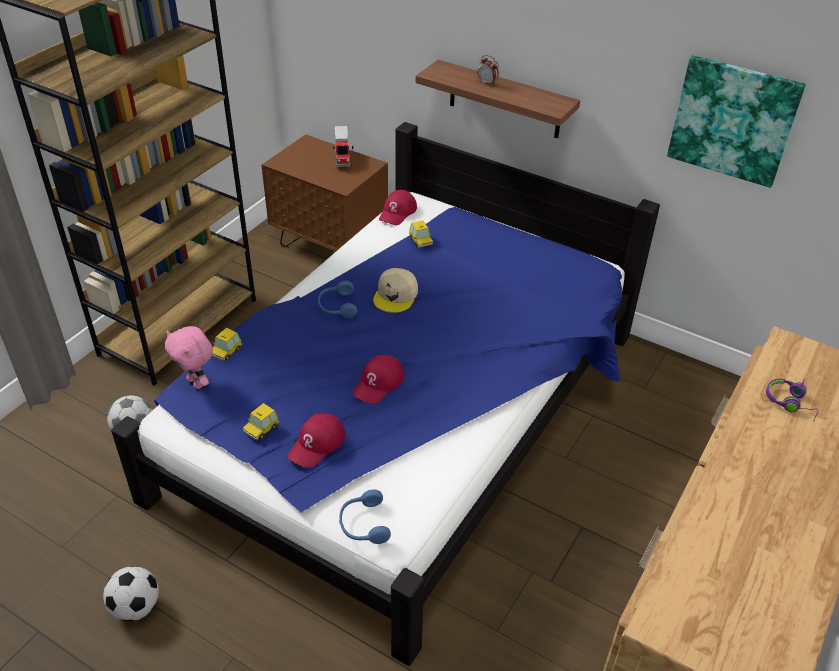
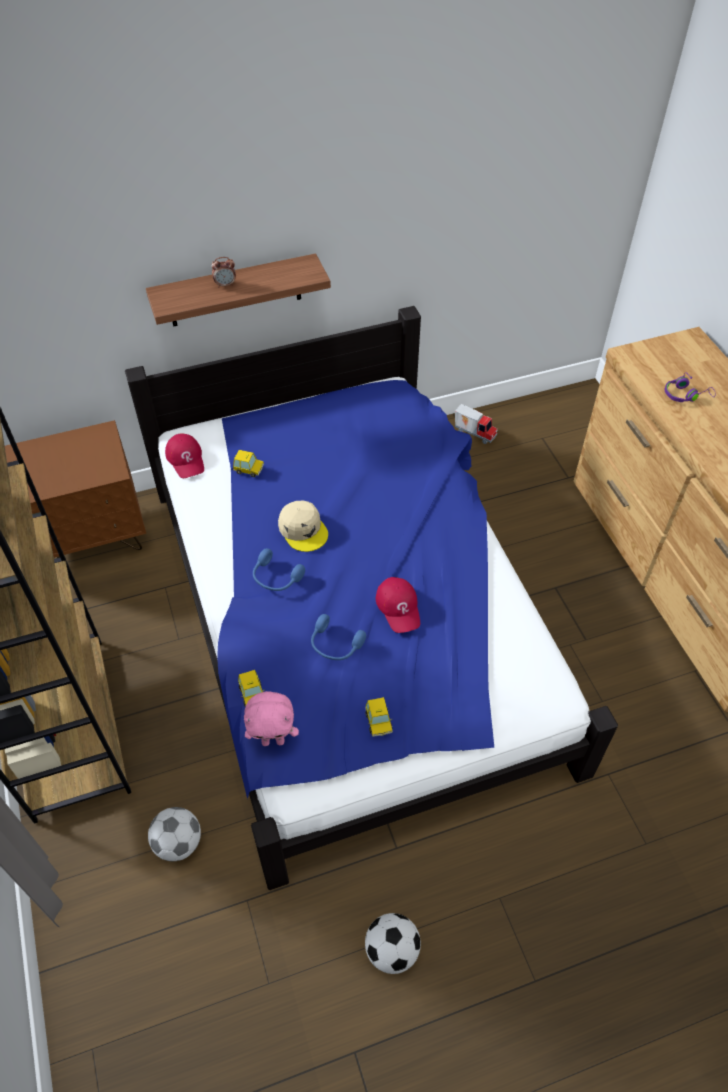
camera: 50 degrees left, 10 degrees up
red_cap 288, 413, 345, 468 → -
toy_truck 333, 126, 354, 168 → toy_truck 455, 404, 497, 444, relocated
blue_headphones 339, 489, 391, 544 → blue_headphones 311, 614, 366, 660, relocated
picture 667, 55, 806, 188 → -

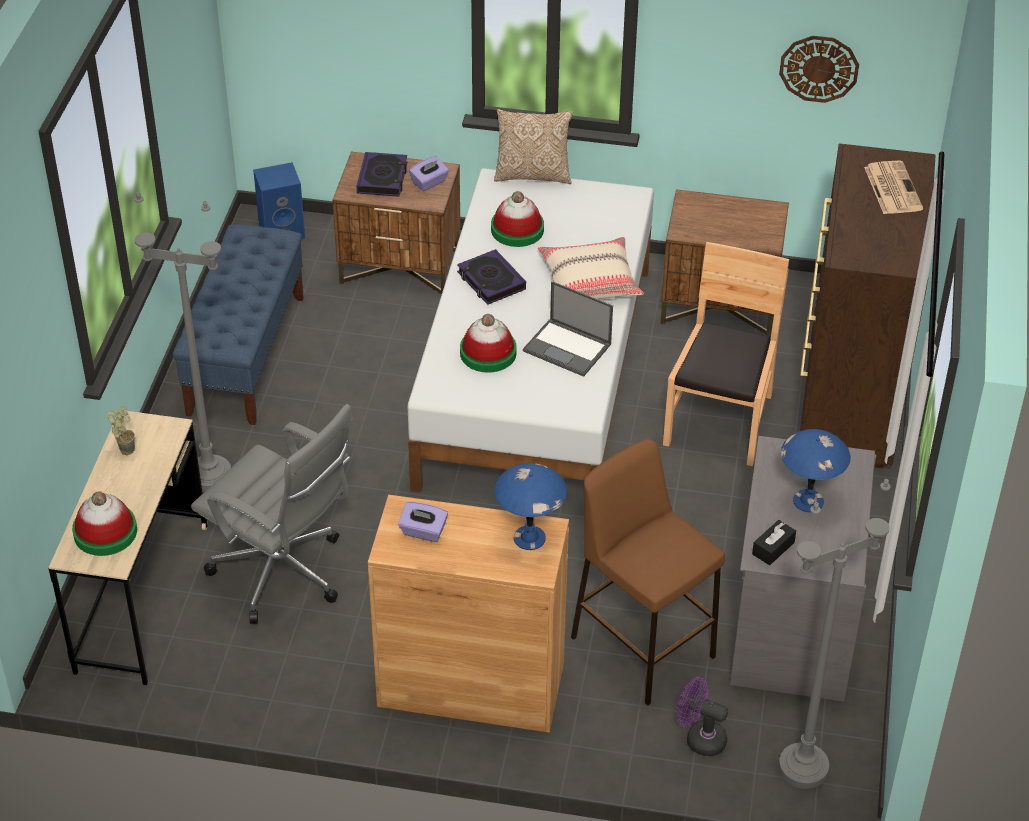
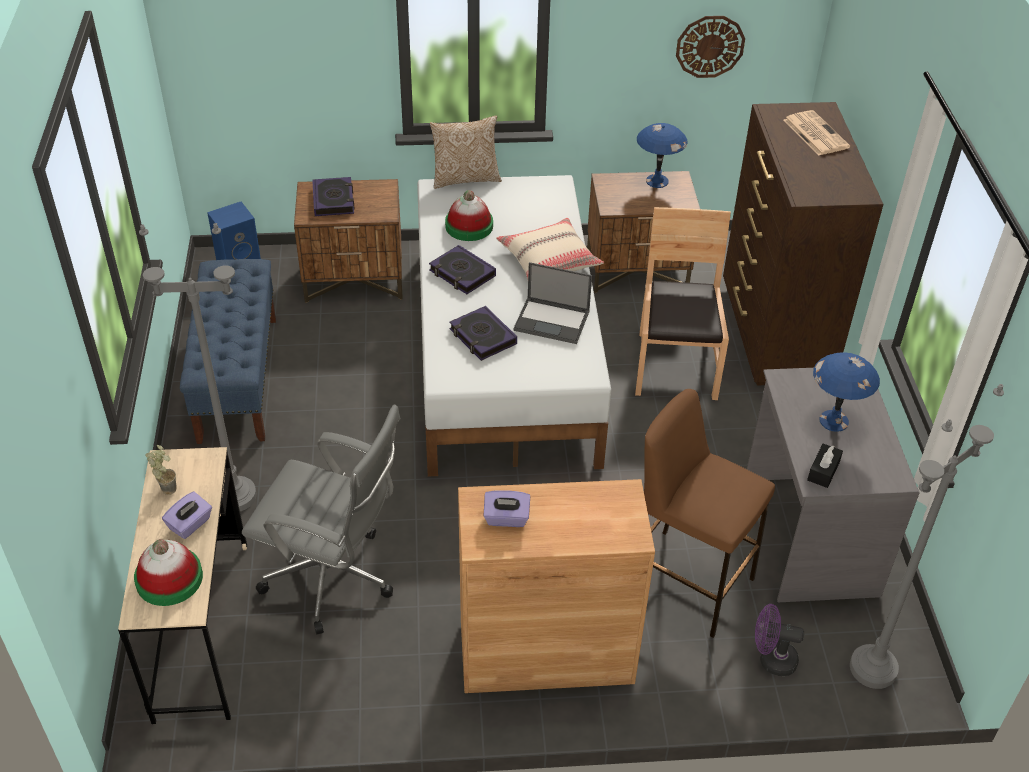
camera: 15 degrees left, 0 degrees up
purple_tissue_box 409, 156, 449, 191 → purple_tissue_box 162, 491, 212, 539, relocated
hat 460, 314, 517, 373 → book 449, 306, 517, 361
blue_table_lamp 494, 463, 567, 550 → blue_table_lamp 637, 123, 688, 188, relocated

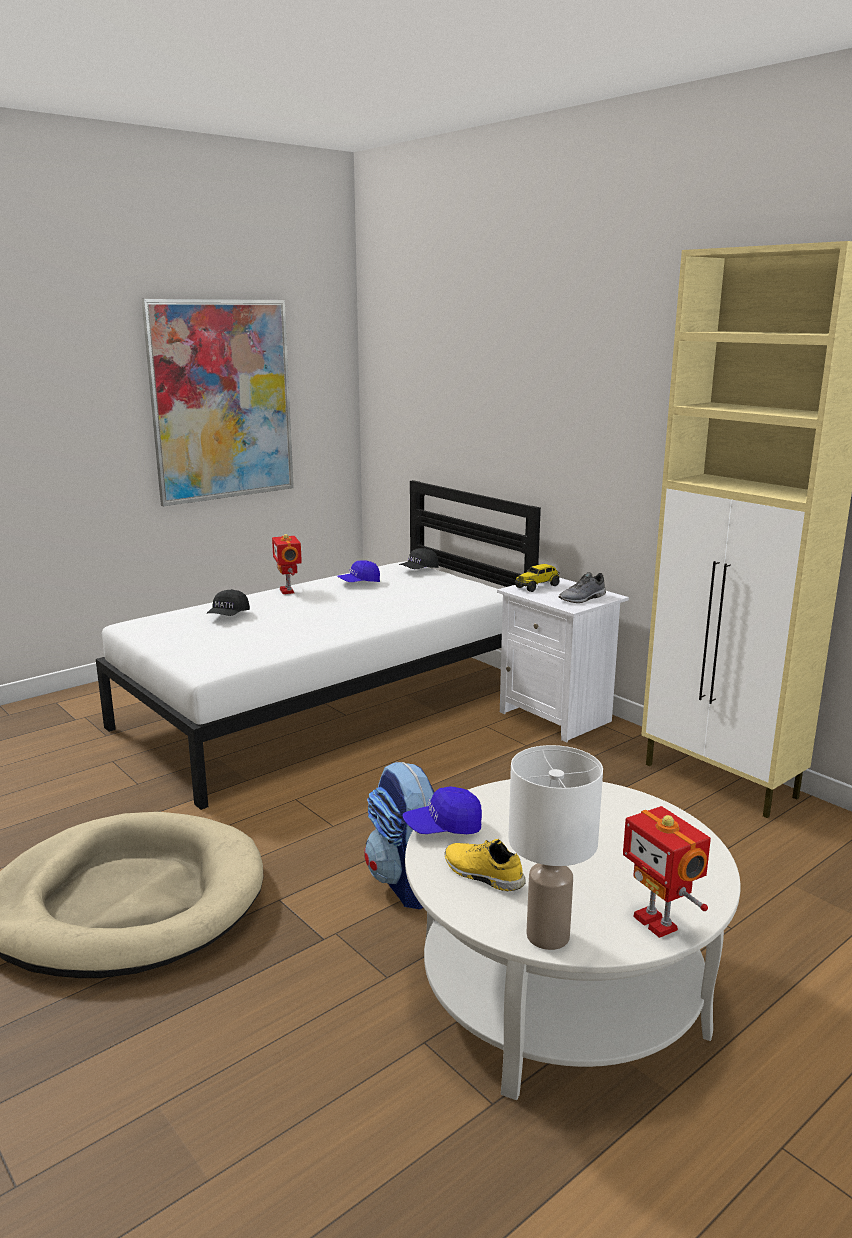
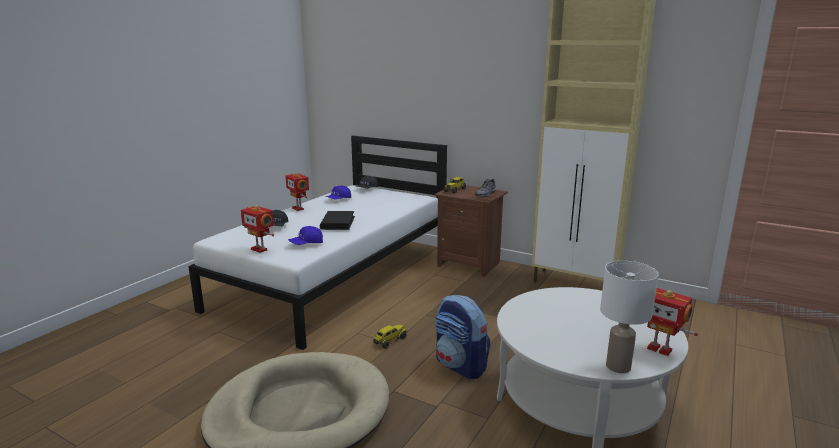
camera: 20 degrees left, 0 degrees up
picture 142, 299, 294, 507 → -
blue_cap 402, 787, 482, 834 → blue_cap 288, 226, 323, 245, relocated
yellow_shoe 444, 839, 526, 891 → -
white_nightstand 497, 577, 629, 743 → brown_nightstand 435, 185, 508, 277
- → toy_robot 241, 205, 274, 253
- → black_book 320, 211, 355, 230
- → toy_truck 373, 324, 407, 349

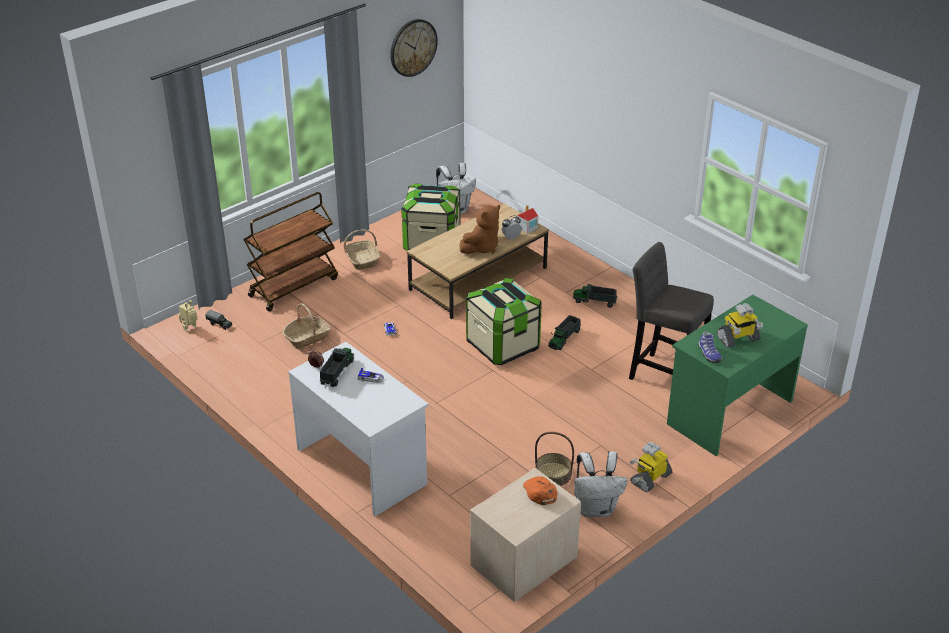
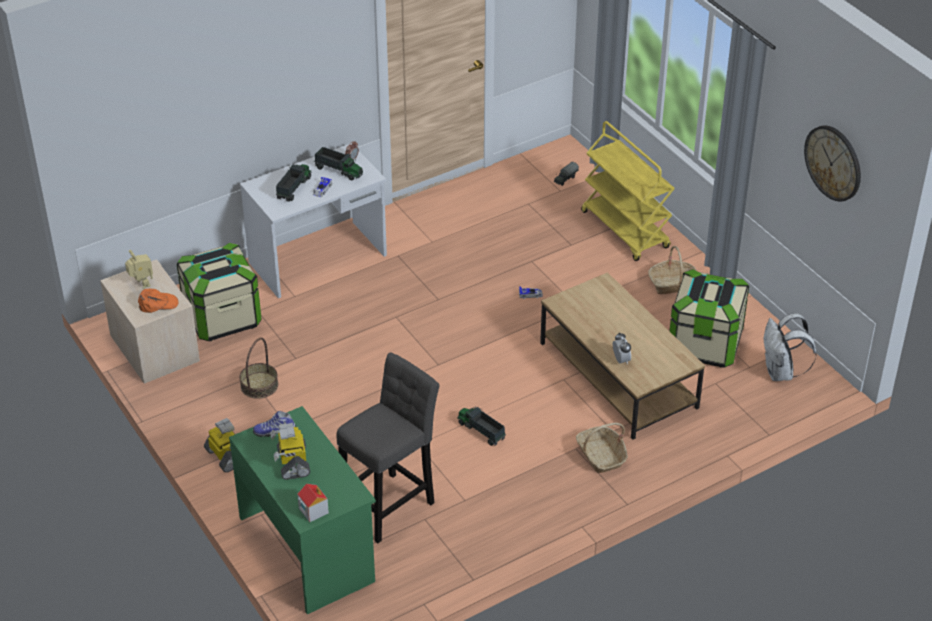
camera: 100 degrees right, 5 degrees up
toy_robot 179, 300, 197, 332 → toy_robot 125, 250, 153, 289, relocated
brown_cart 243, 192, 338, 311 → yellow_cart 581, 121, 675, 261
basket 283, 303, 331, 349 → basket 576, 423, 628, 473, relocated
brown_plush_toy 459, 205, 500, 254 → -
storage_box 466, 278, 542, 365 → storage_box 177, 243, 262, 341, relocated
toy_house 517, 205, 538, 234 → toy_house 297, 484, 329, 522, relocated
toy_truck 573, 284, 617, 308 → toy_truck 276, 164, 312, 202, relocated
white_backpack 574, 451, 627, 517 → -

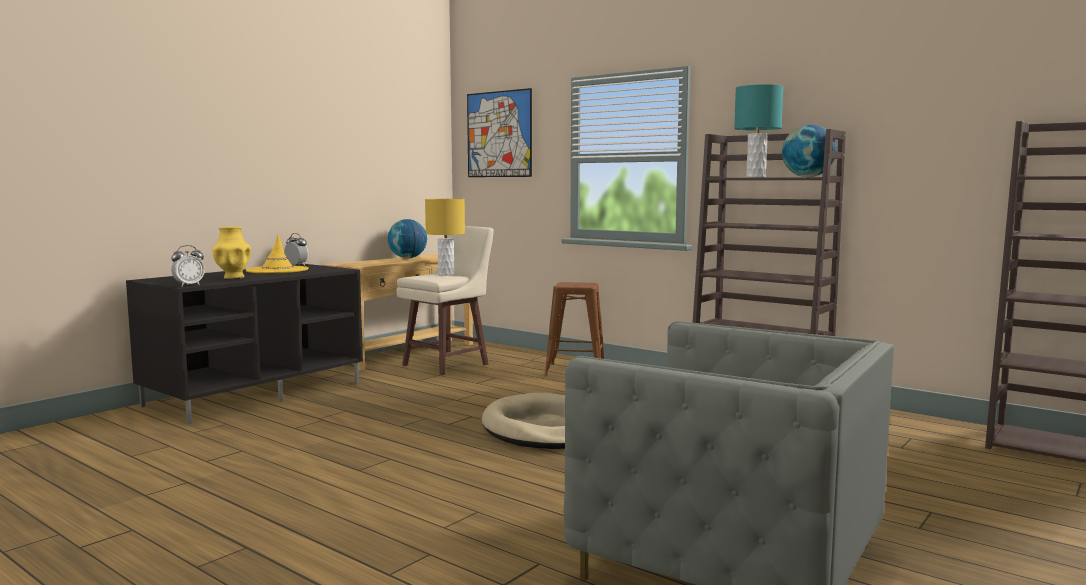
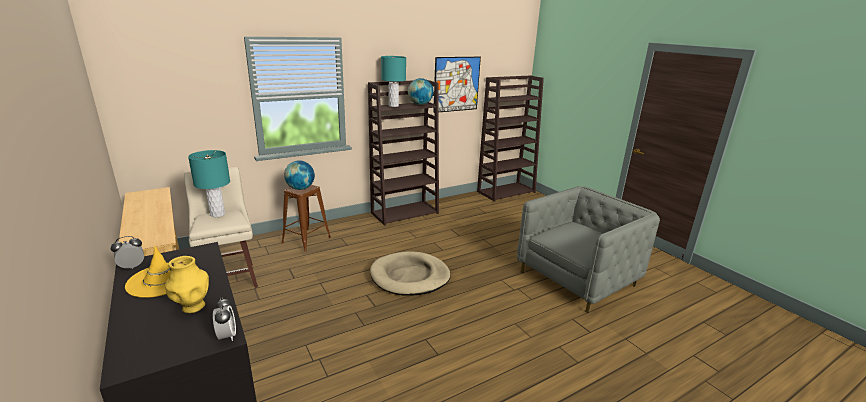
camera: 70 degrees left, 15 degrees up
globe 388, 219, 427, 258 → globe 284, 160, 315, 190, relocated
yellow_table_lamp 425, 199, 465, 276 → turquoise_table_lamp 188, 150, 230, 217
picture 467, 88, 532, 177 → picture 433, 57, 481, 113, relocated

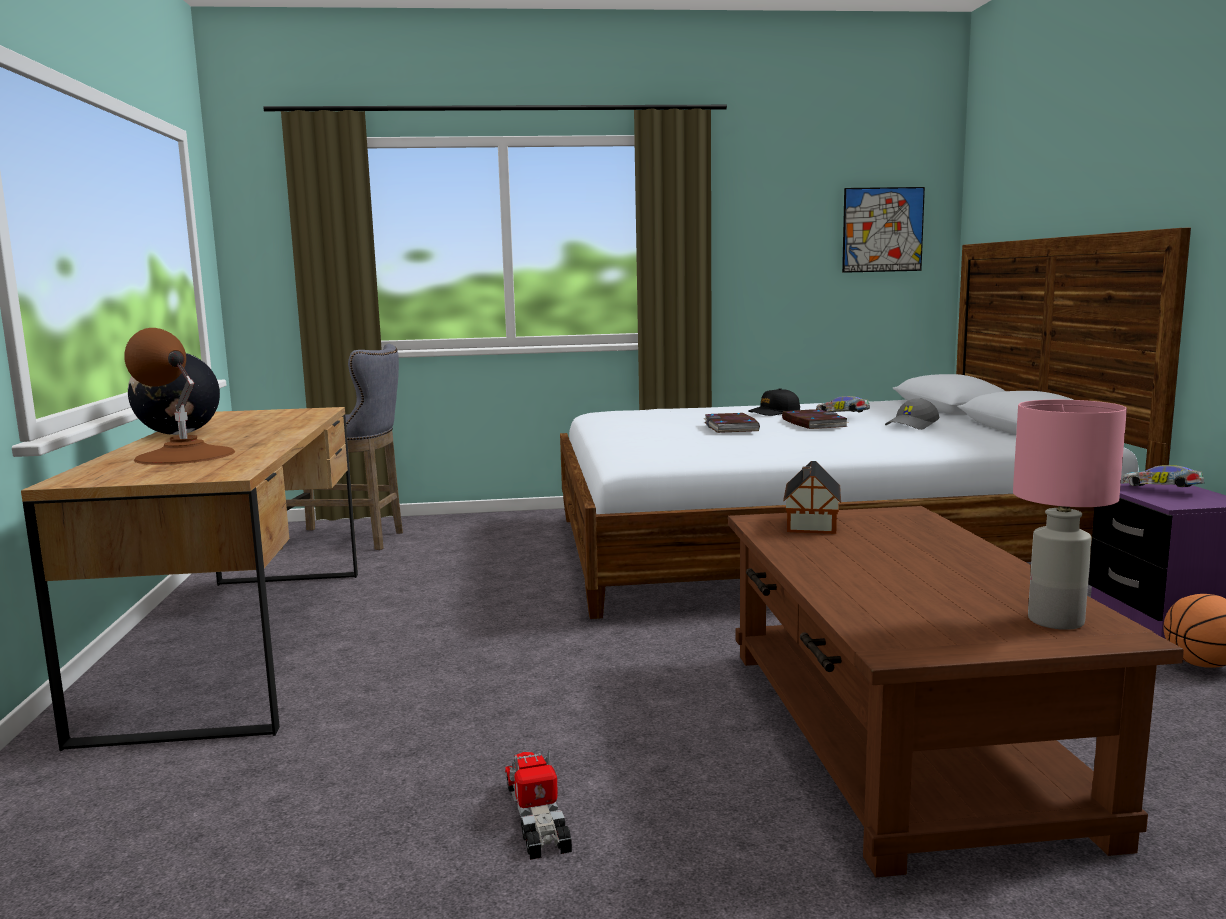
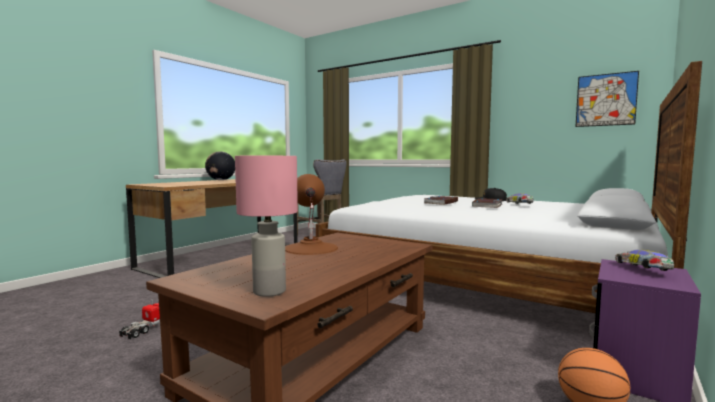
camera: 40 degrees right, 5 degrees down
brown_table_lamp 124, 328, 235, 465 → brown_table_lamp 285, 174, 338, 255, relocated
toy_house 783, 461, 841, 534 → -
grey_cap 885, 398, 939, 430 → -

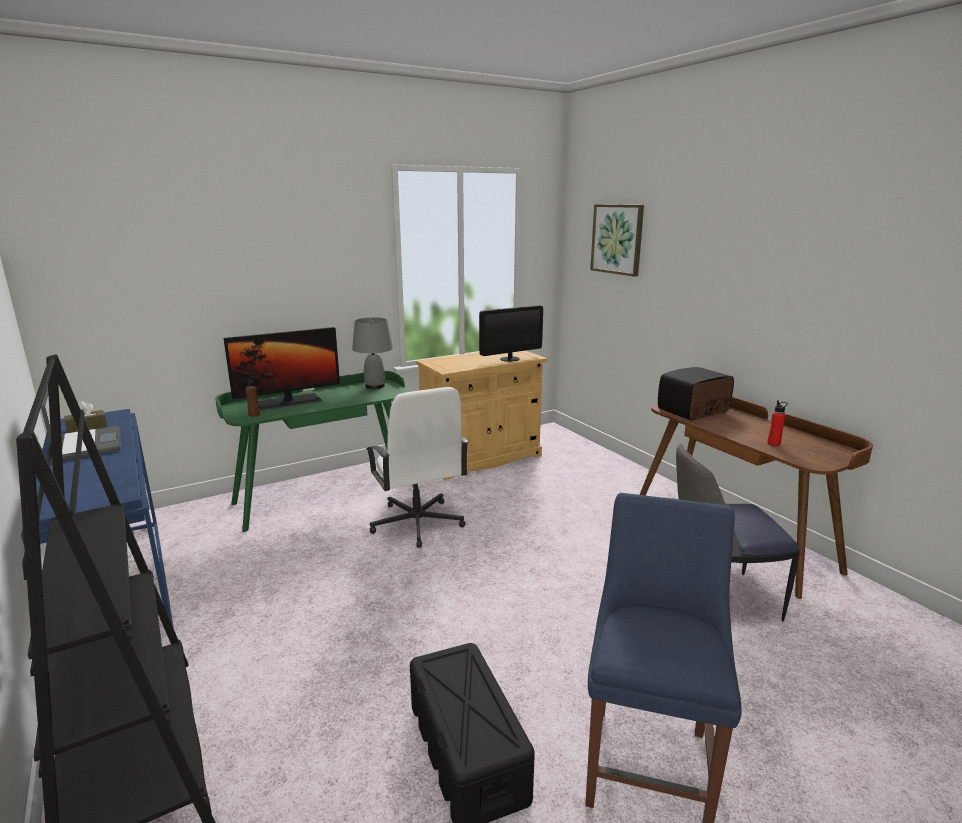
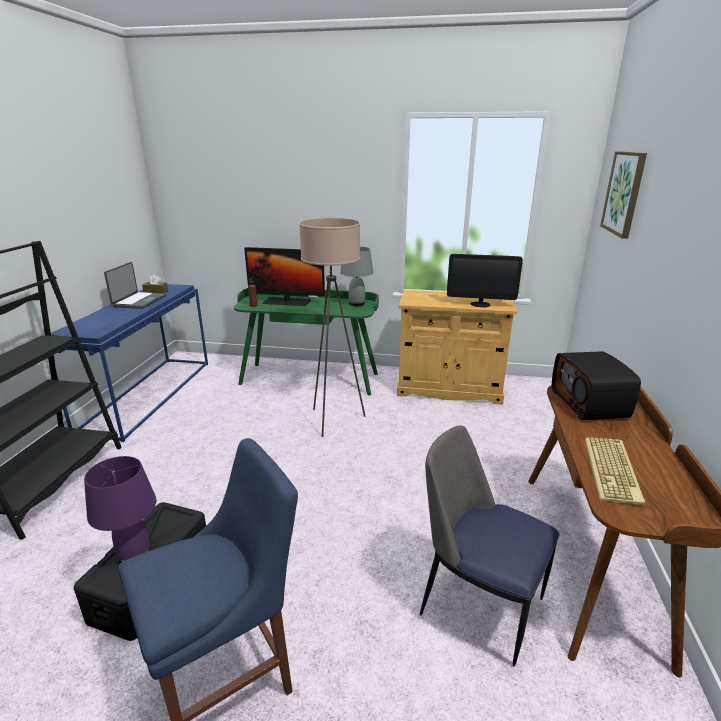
camera: 40 degrees right, 5 degrees up
white_office_chair 366, 387, 469, 548 → beige_floor_lamp 299, 218, 366, 437
radio 658, 367, 734, 421 → radio 552, 351, 641, 420, 105 degrees counterclockwise
red_bottle 767, 400, 788, 446 → keyboard 585, 437, 645, 505
- → purple_table_lamp 84, 456, 156, 563

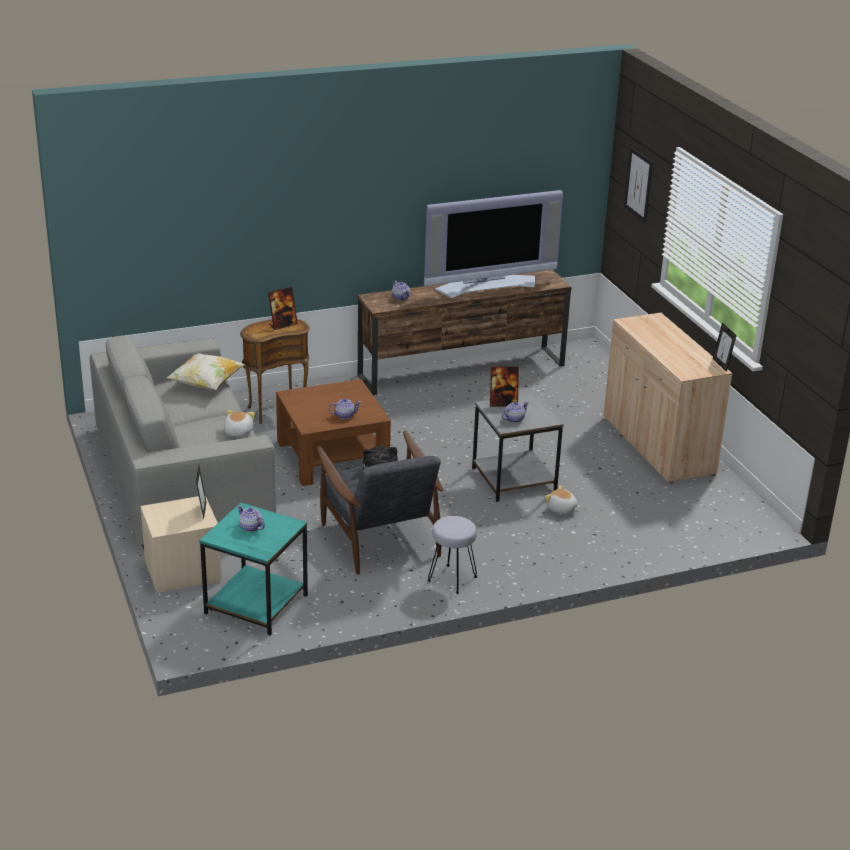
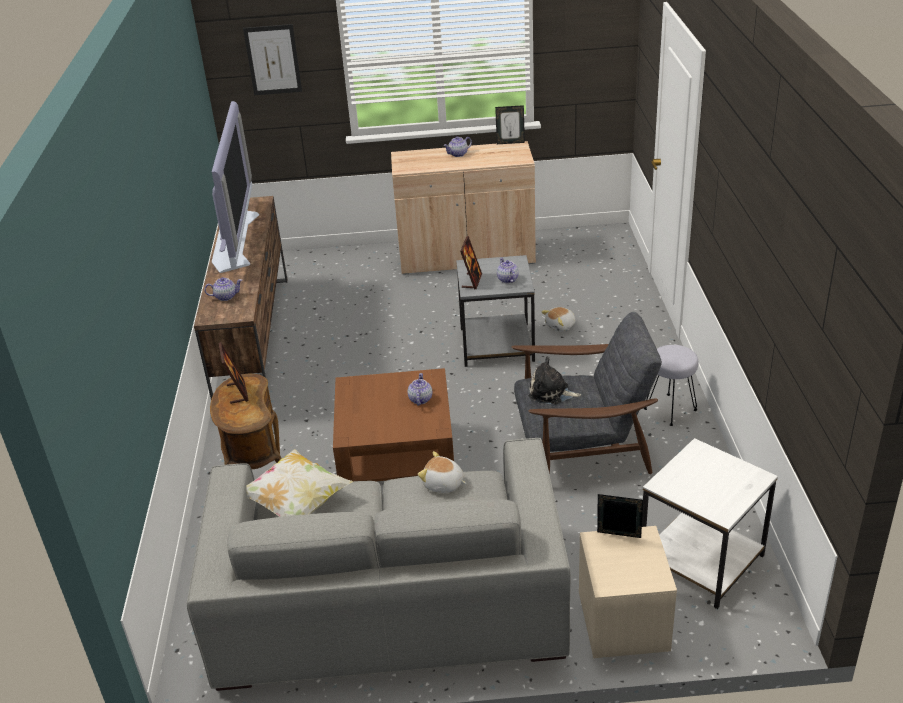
camera: 70 degrees left, 5 degrees up
turquoise_side_table 199, 503, 308, 636 → white_side_table 642, 438, 778, 609
teapot 237, 506, 265, 532 → teapot 443, 136, 472, 157, relocated

